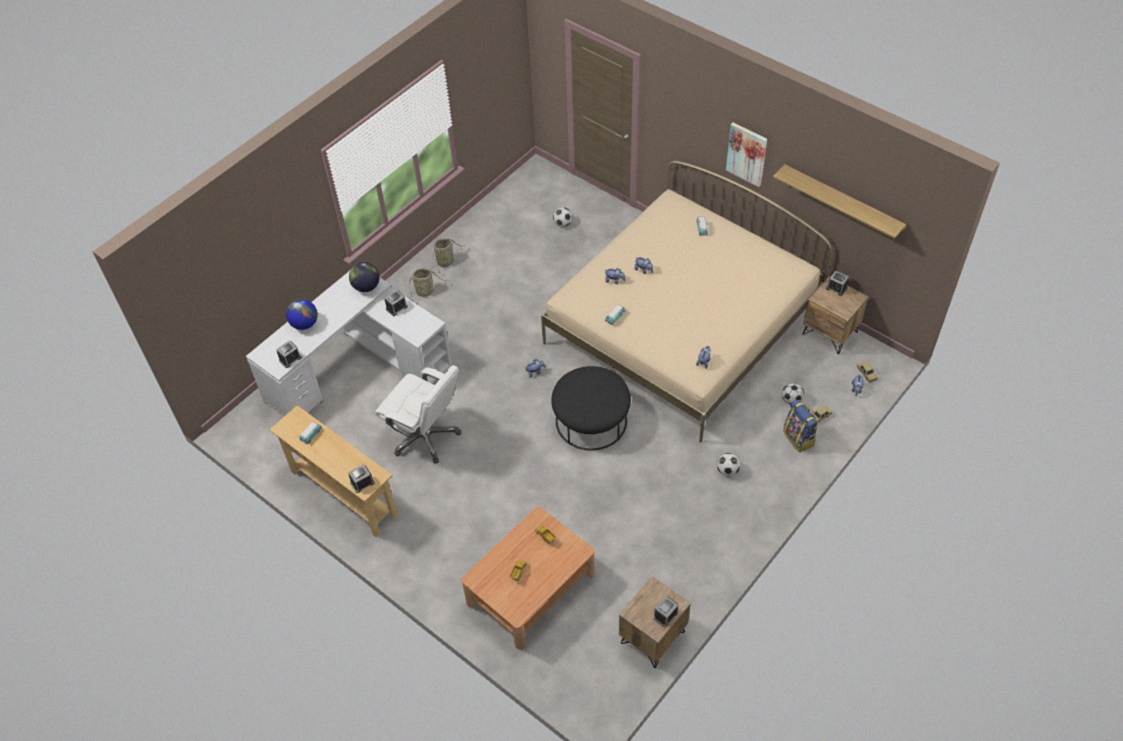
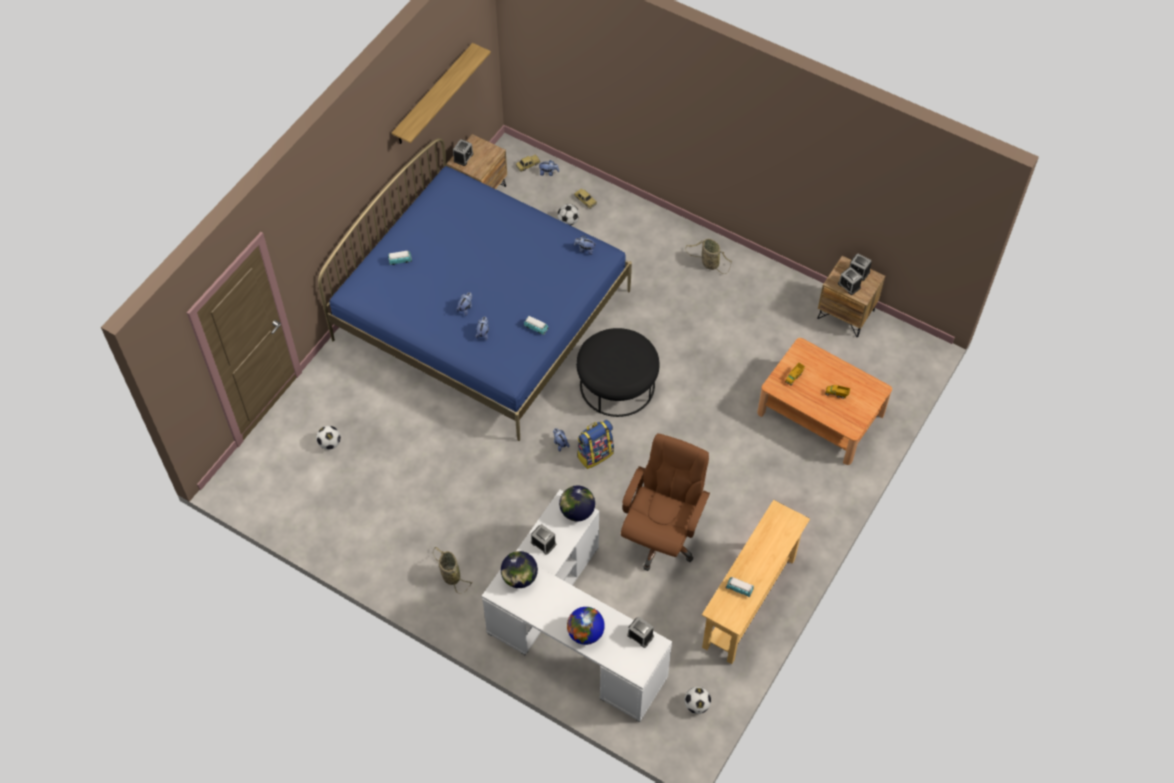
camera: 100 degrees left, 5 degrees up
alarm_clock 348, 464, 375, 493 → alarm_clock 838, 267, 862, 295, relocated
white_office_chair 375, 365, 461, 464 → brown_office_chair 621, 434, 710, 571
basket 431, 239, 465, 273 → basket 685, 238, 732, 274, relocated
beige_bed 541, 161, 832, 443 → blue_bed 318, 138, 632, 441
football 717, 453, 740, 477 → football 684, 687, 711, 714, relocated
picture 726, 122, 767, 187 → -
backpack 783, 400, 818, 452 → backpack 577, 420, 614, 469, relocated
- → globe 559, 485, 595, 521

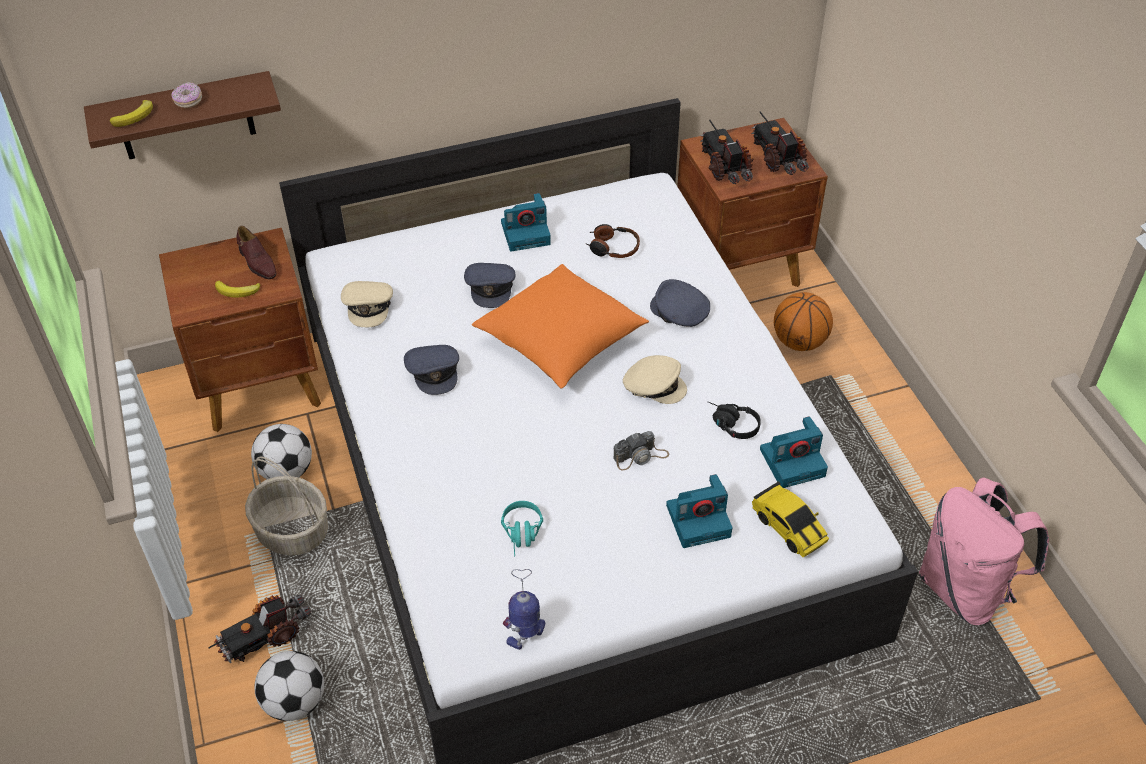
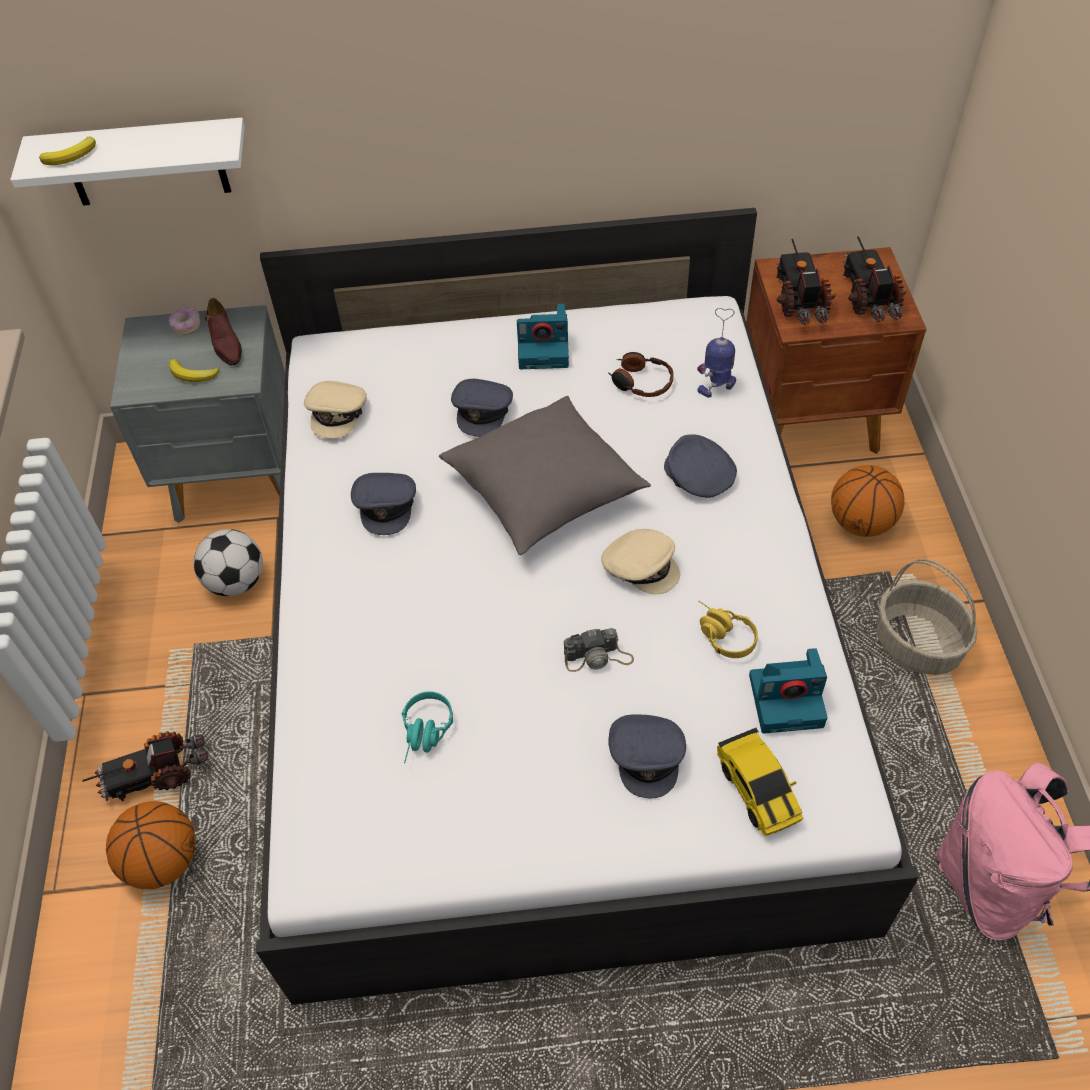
camera: 15 degrees right, 5 degrees up
brown_shelf 84, 71, 281, 159 → white_shelf 10, 118, 245, 206
brown_nightstand 159, 228, 321, 432 → grey_nightstand 110, 305, 285, 523
donut 171, 82, 202, 108 → donut 169, 307, 200, 335, relocated
basket 245, 456, 328, 555 → basket 876, 559, 977, 675, relocated
football 254, 651, 324, 721 → basketball 106, 801, 196, 889
orange_pillow 472, 264, 649, 389 → grey_pillow 439, 396, 651, 555
toy_robot 503, 569, 545, 650 → toy_robot 697, 308, 736, 398, relocated
photo_camera 666, 474, 732, 548 → grey_cap 609, 715, 686, 799
black_headphones 708, 402, 761, 439 → yellow_headphones 698, 600, 758, 658

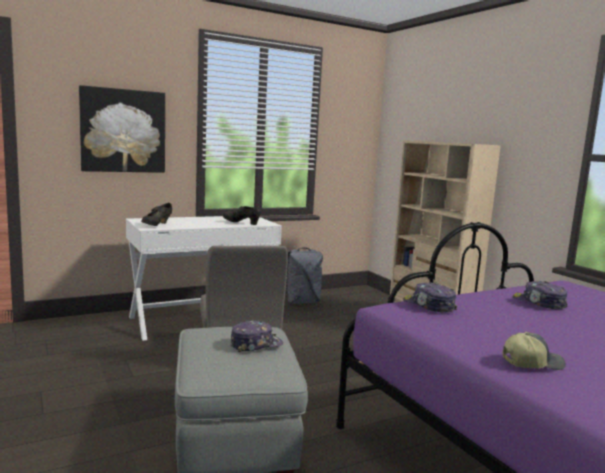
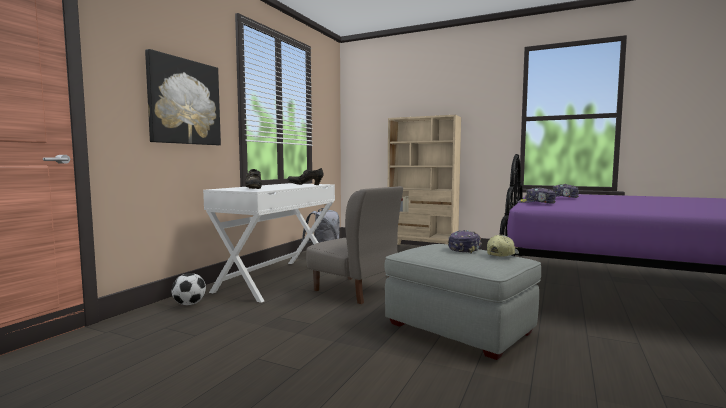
camera: 35 degrees left, 5 degrees down
cap 503, 332, 566, 370 → cap 487, 235, 519, 257, relocated
- → football 172, 273, 206, 305

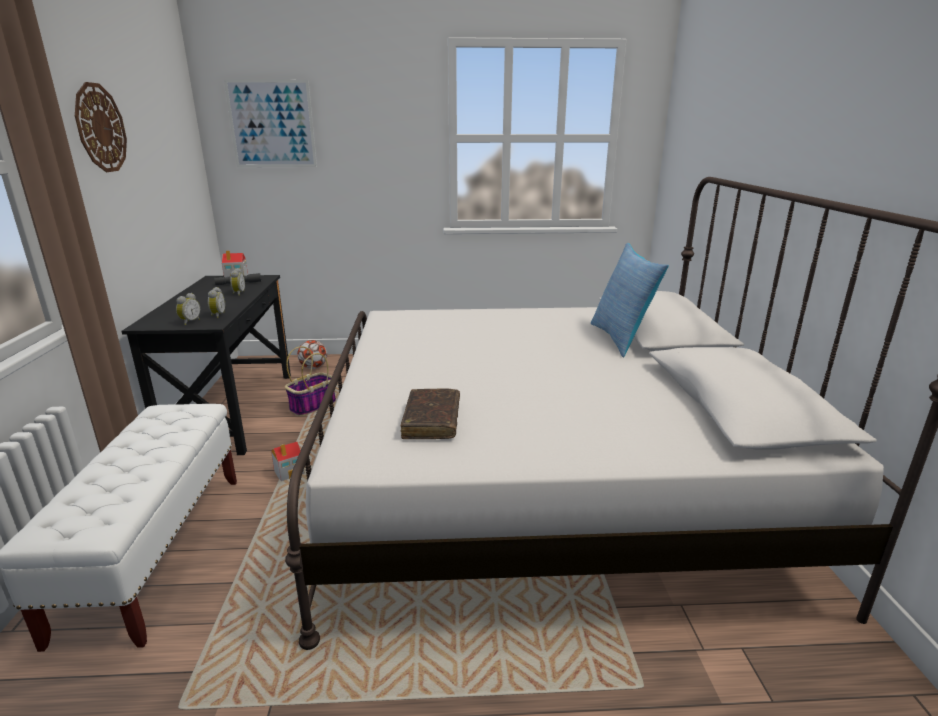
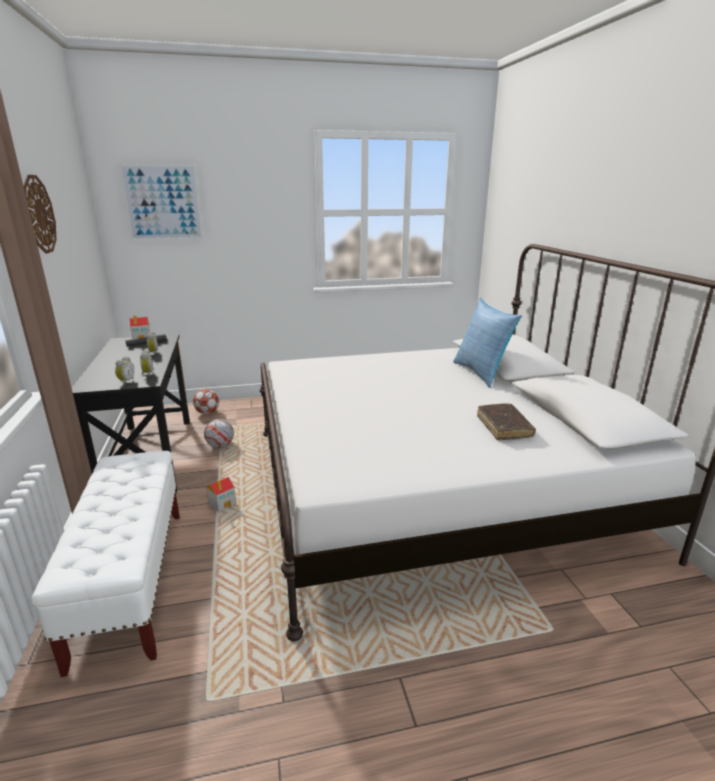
camera: 10 degrees left, 0 degrees up
basket 285, 346, 336, 417 → football 204, 419, 234, 448
brown_book 401, 389, 460, 439 → brown_book 477, 403, 536, 440, relocated

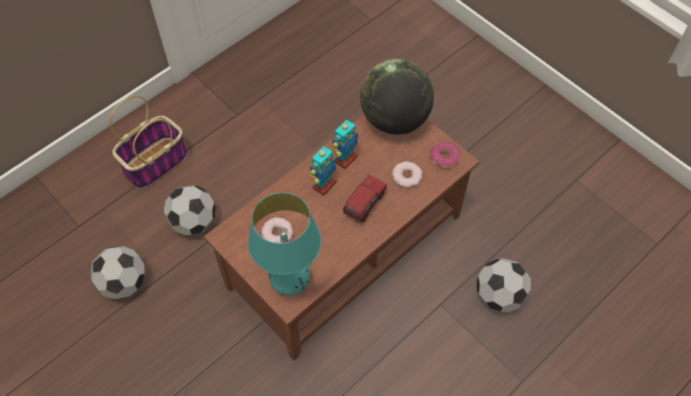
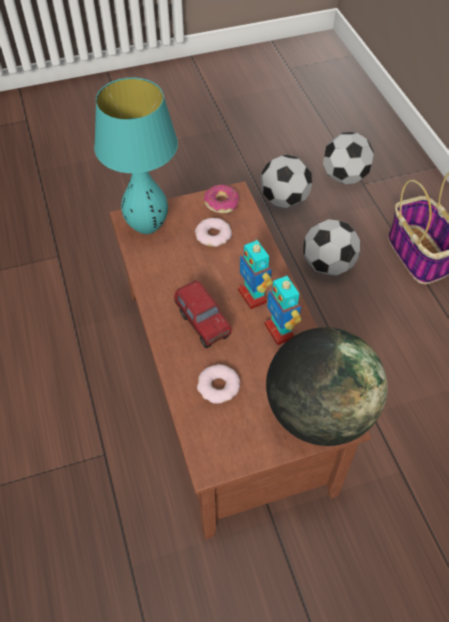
camera: 115 degrees right, 5 degrees down
donut 431, 142, 460, 169 → donut 204, 185, 239, 213, relocated
football 477, 258, 531, 312 → football 323, 132, 374, 184, relocated

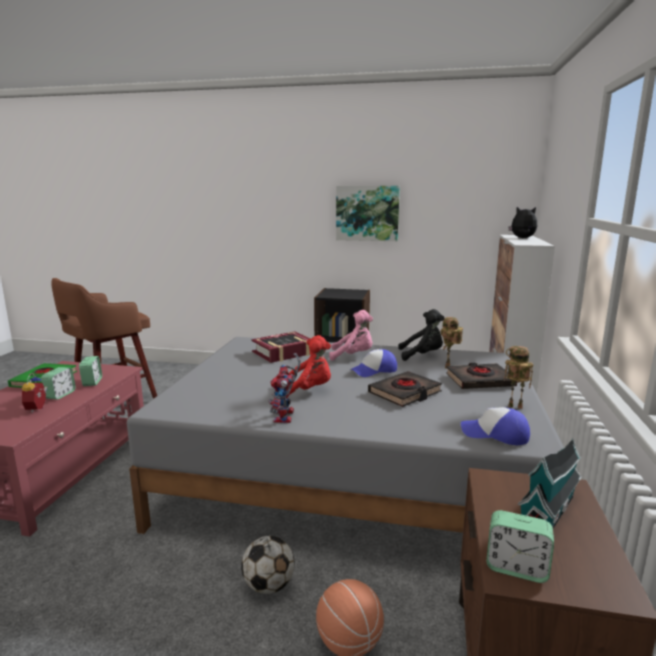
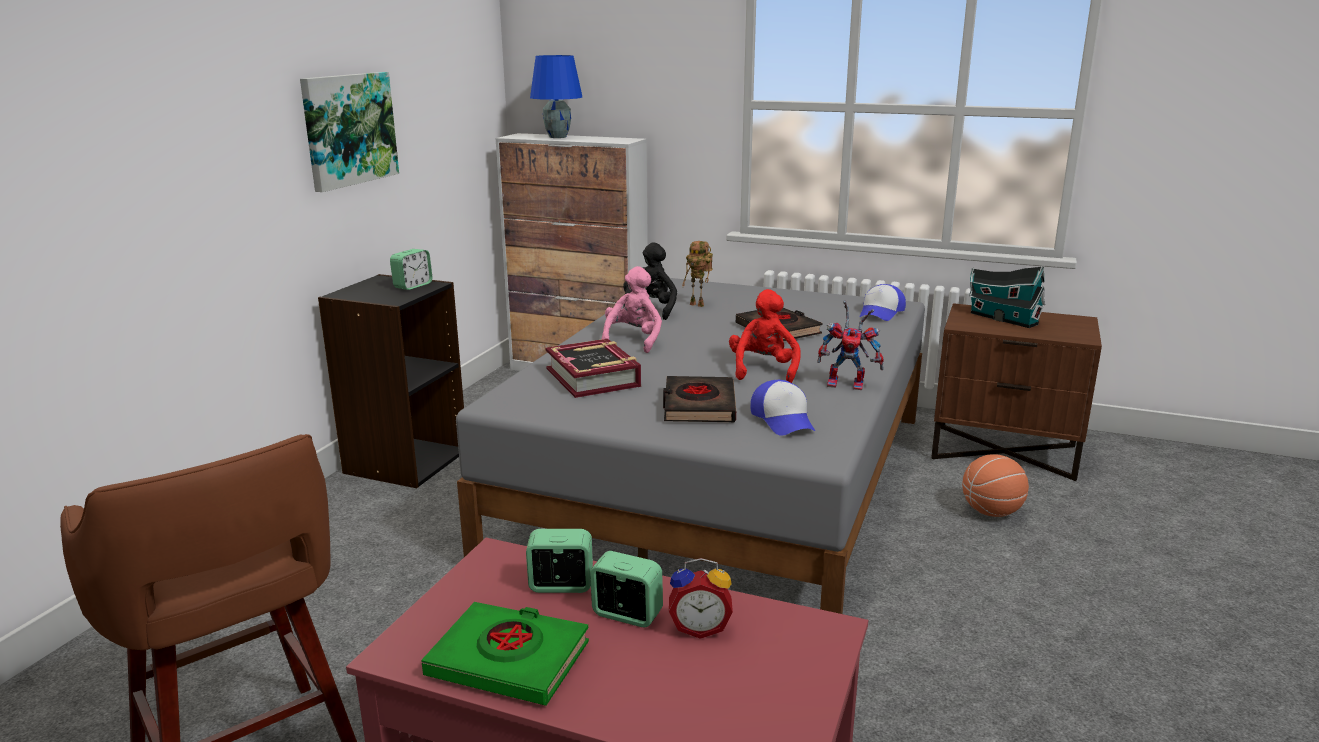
camera: 80 degrees left, 5 degrees up
football 241, 536, 295, 594 → -
cap 350, 349, 397, 377 → cap 750, 380, 815, 436, relocated
black_book 446, 363, 517, 389 → black_book 663, 376, 736, 422, relocated
alarm_clock 487, 510, 554, 583 → alarm_clock 390, 249, 433, 290, relocated
toy_robot 504, 346, 533, 409 → -
plush_toy 509, 207, 537, 238 → blue_table_lamp 530, 55, 582, 138

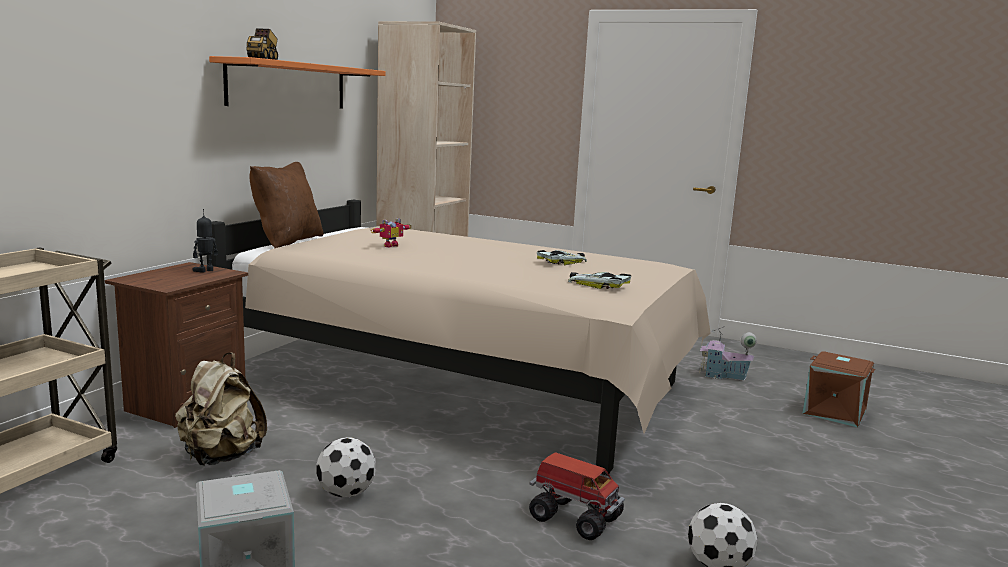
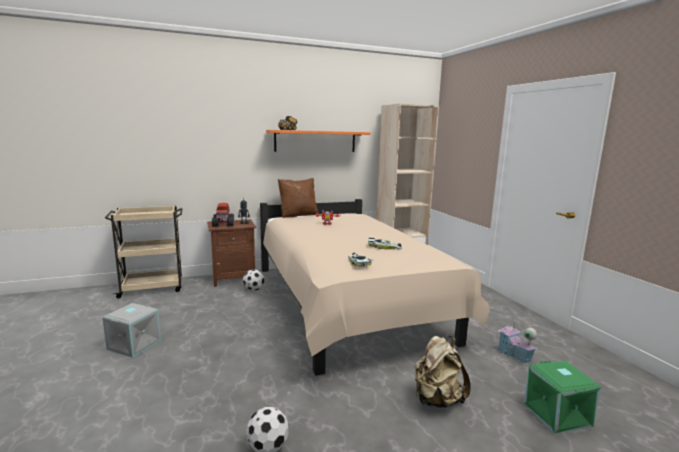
camera: 45 degrees right, 0 degrees up
beige_backpack 175, 352, 267, 466 → beige_backpack 415, 336, 471, 408, relocated
football 316, 437, 376, 497 → football 243, 269, 264, 291, relocated
toy_truck 529, 452, 625, 540 → toy_truck 212, 203, 234, 227, relocated
brown_storage_box 803, 351, 875, 427 → green_storage_box 523, 361, 601, 434

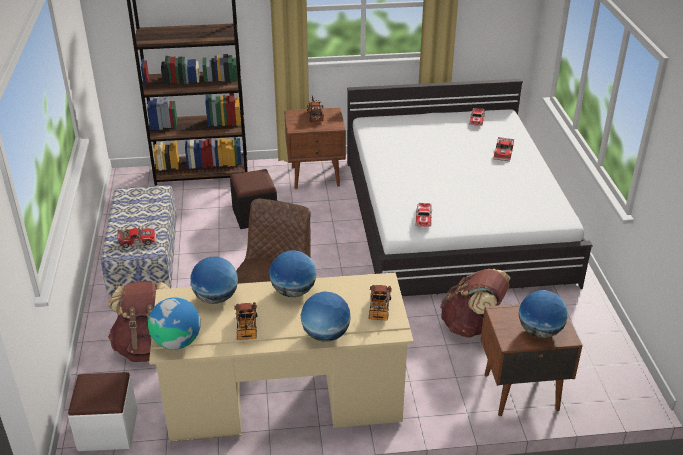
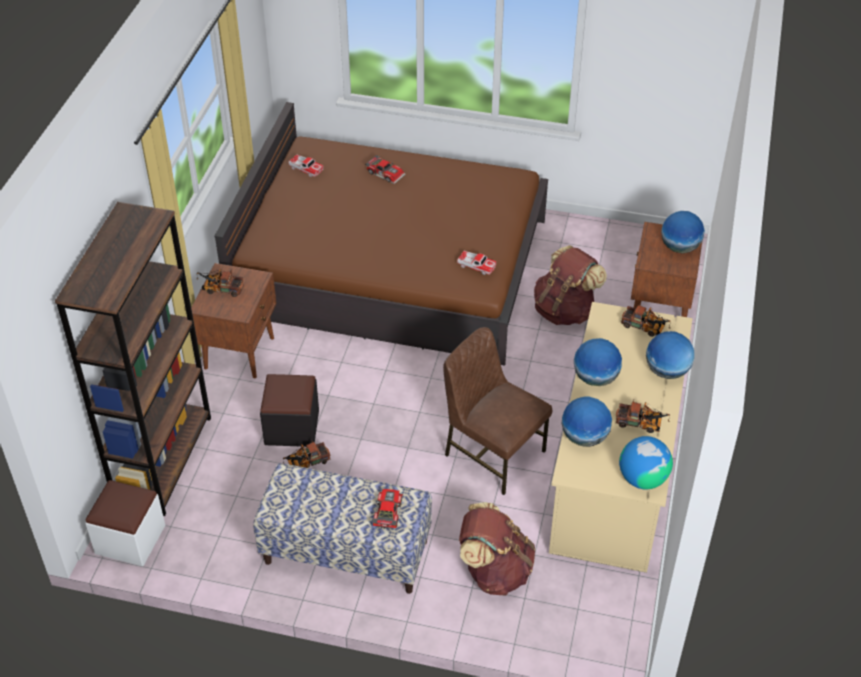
camera: 70 degrees left, 10 degrees up
white_ottoman 68, 372, 138, 451 → white_ottoman 85, 480, 165, 566, relocated
white_bed 347, 79, 593, 296 → brown_bed 214, 102, 548, 366
- → toy_truck 283, 441, 330, 468

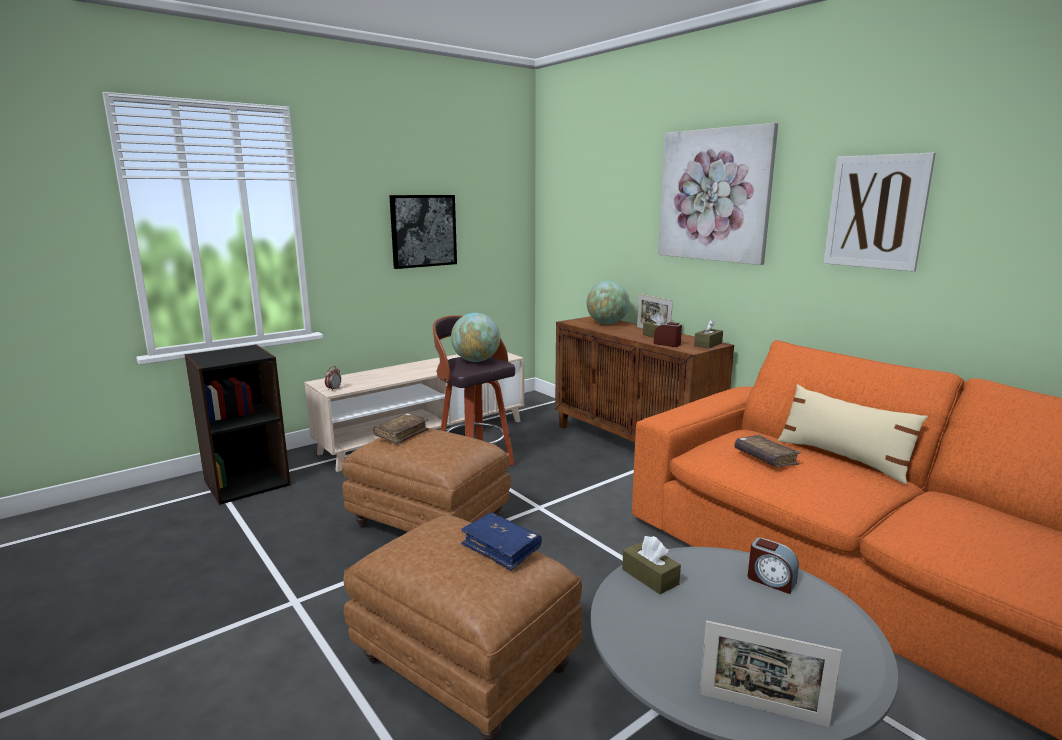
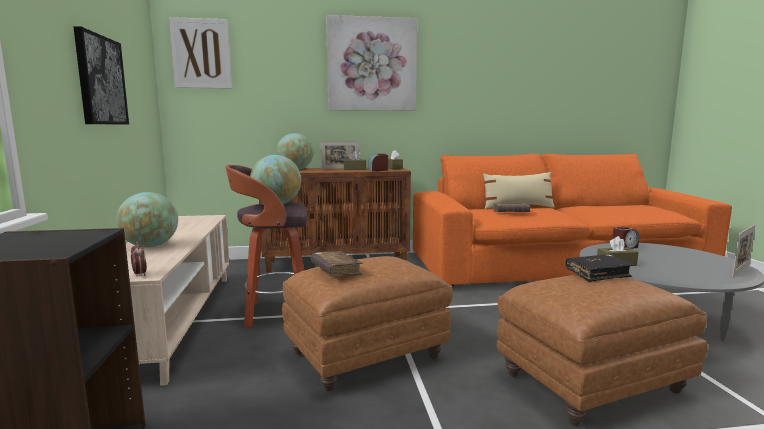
camera: 60 degrees left, 5 degrees down
blue_book 461, 513, 542, 571 → black_book 566, 254, 634, 282
picture 824, 153, 936, 272 → picture 169, 17, 232, 88, relocated
- → globe 116, 192, 178, 247

